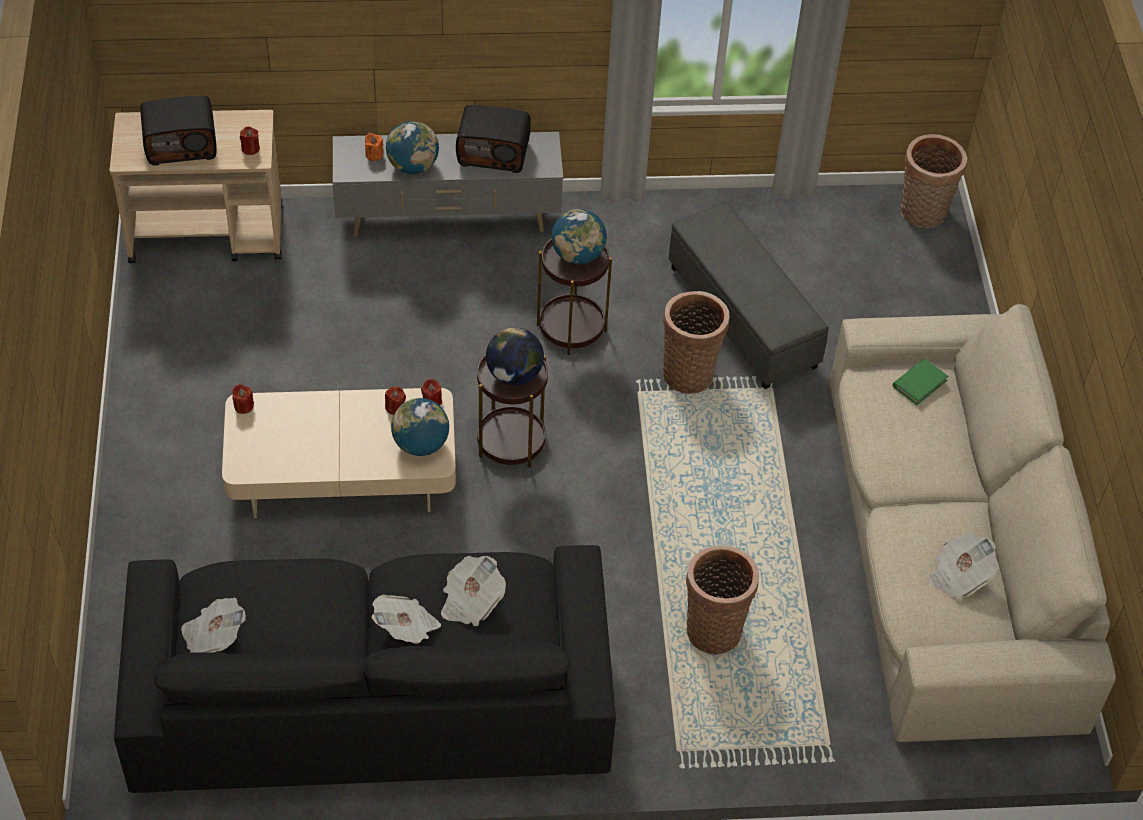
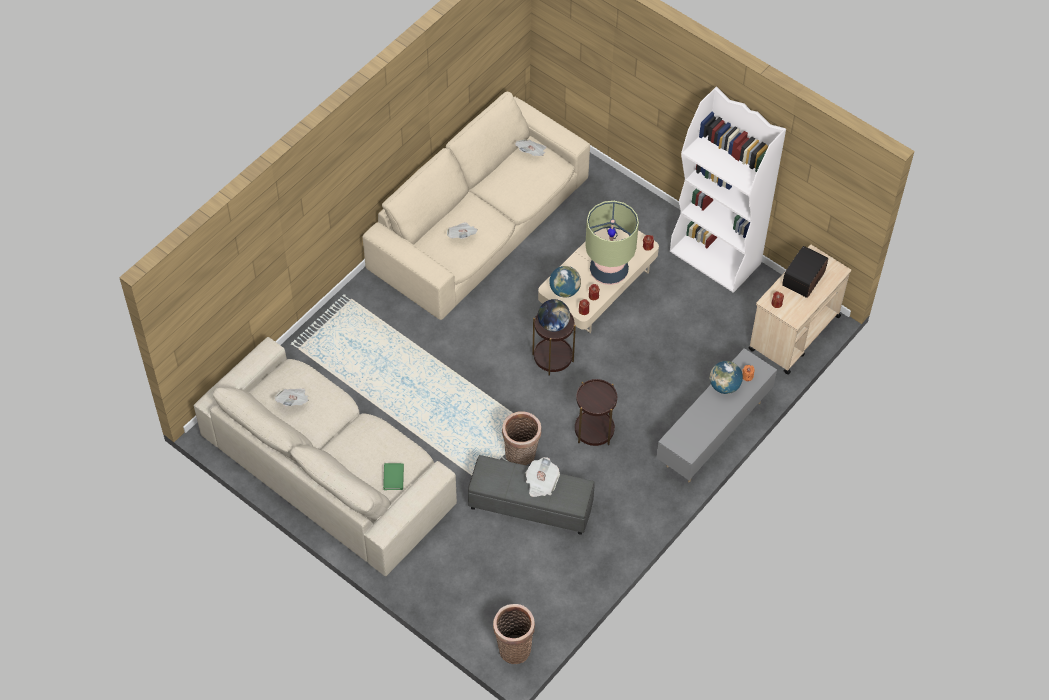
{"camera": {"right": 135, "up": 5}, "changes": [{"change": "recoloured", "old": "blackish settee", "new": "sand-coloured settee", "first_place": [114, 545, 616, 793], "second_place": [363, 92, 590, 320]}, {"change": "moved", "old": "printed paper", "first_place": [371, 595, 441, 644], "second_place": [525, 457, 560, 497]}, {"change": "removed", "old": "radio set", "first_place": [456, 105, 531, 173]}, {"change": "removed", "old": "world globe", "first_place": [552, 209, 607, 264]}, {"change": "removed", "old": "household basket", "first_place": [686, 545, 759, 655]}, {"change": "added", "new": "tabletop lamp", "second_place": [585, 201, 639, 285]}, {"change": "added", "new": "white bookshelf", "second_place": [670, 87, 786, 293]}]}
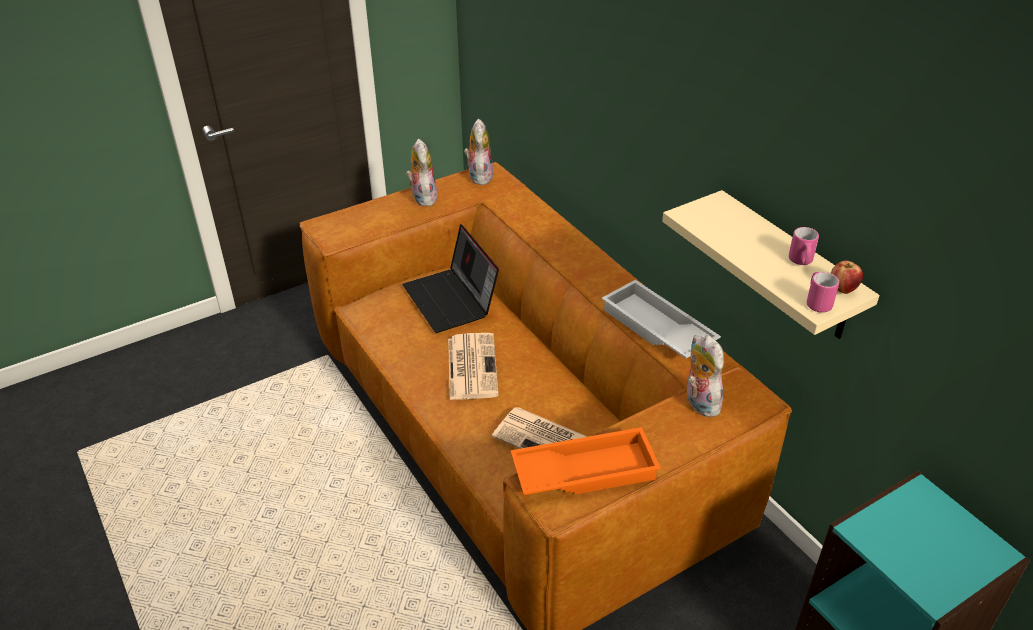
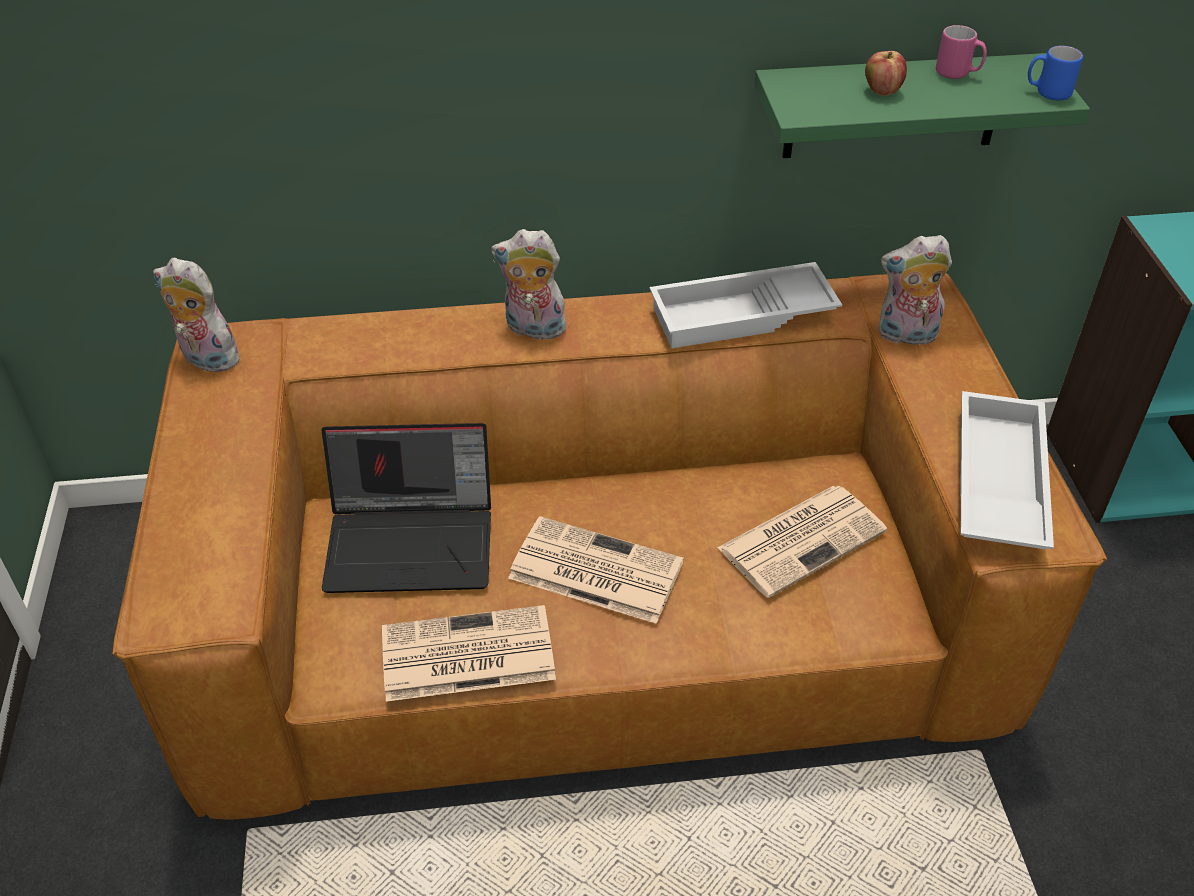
{"camera": {"right": -65, "up": 5}, "changes": [{"change": "moved", "old": "plush toy", "first_place": [406, 139, 439, 206], "second_place": [491, 229, 567, 340]}, {"change": "recoloured", "old": "orangey serving tray", "new": "white serving tray", "first_place": [510, 427, 661, 495], "second_place": [960, 391, 1054, 549]}, {"change": "recoloured", "old": "sand-coloured shelf", "new": "green-coloured shelf", "first_place": [662, 190, 879, 339], "second_place": [754, 53, 1090, 158]}, {"change": "recoloured", "old": "pink mug", "new": "blue-coloured mug", "first_place": [807, 272, 839, 313], "second_place": [1028, 46, 1083, 101]}, {"change": "moved", "old": "whole apple", "first_place": [831, 261, 863, 294], "second_place": [865, 51, 907, 96]}, {"change": "added", "new": "printed paper", "second_place": [382, 605, 556, 702]}]}
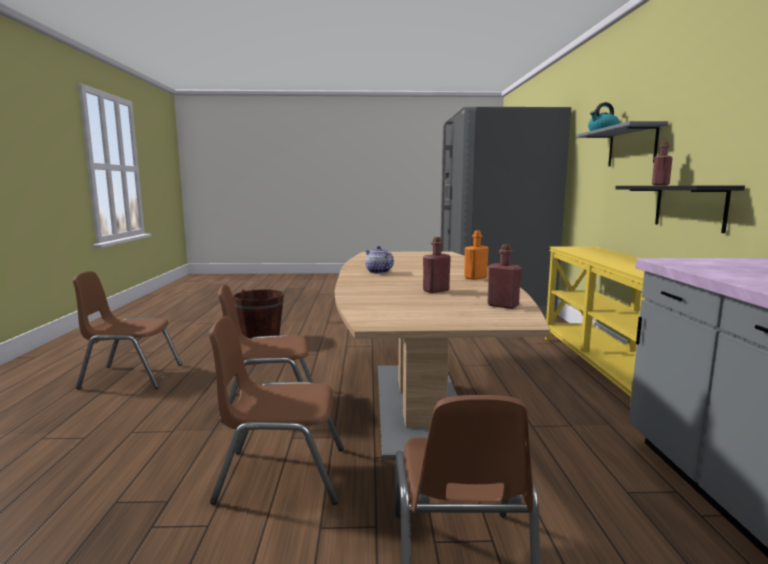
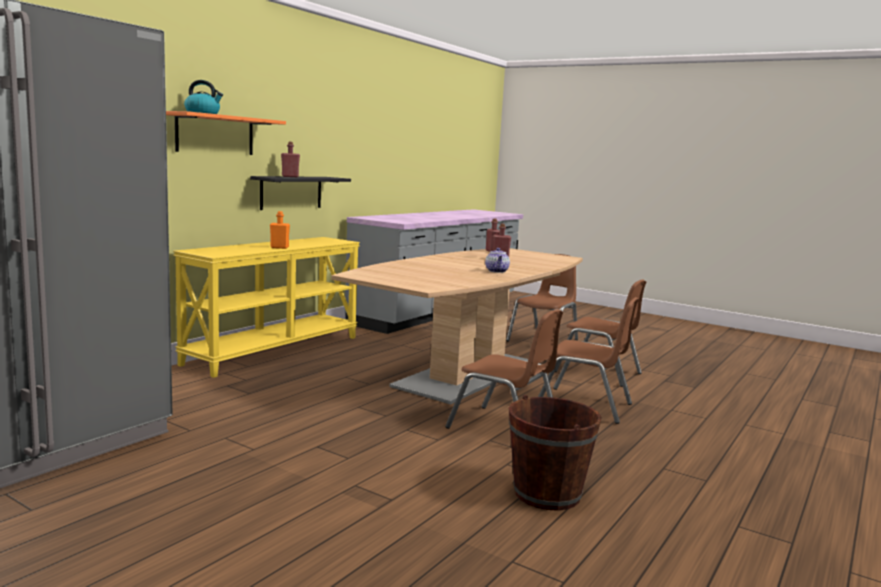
{"camera": {"right": -145, "up": 0}, "changes": [{"change": "moved", "old": "brownish chair", "first_place": [73, 271, 182, 390], "second_place": [445, 309, 563, 429]}, {"change": "moved", "old": "orangey drink bottle", "first_place": [464, 231, 489, 280], "second_place": [270, 211, 290, 249]}, {"change": "recoloured", "old": "greyish shelf", "new": "orangey shelf", "first_place": [575, 121, 668, 166], "second_place": [166, 111, 286, 155]}]}
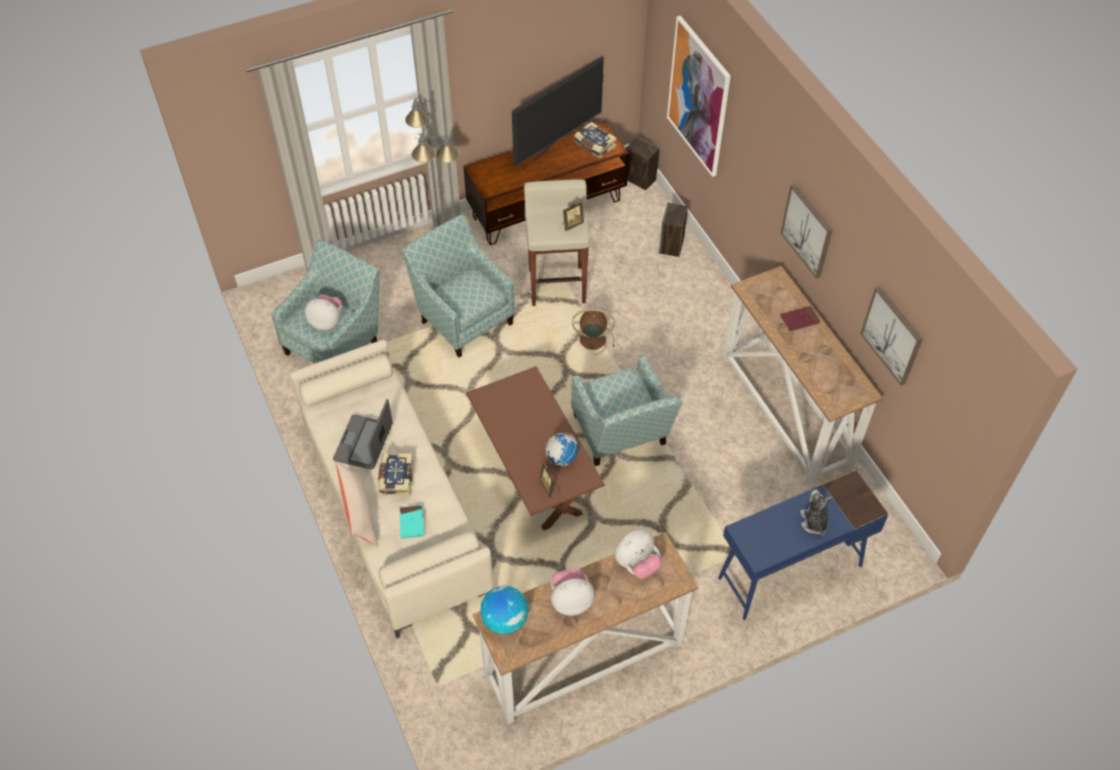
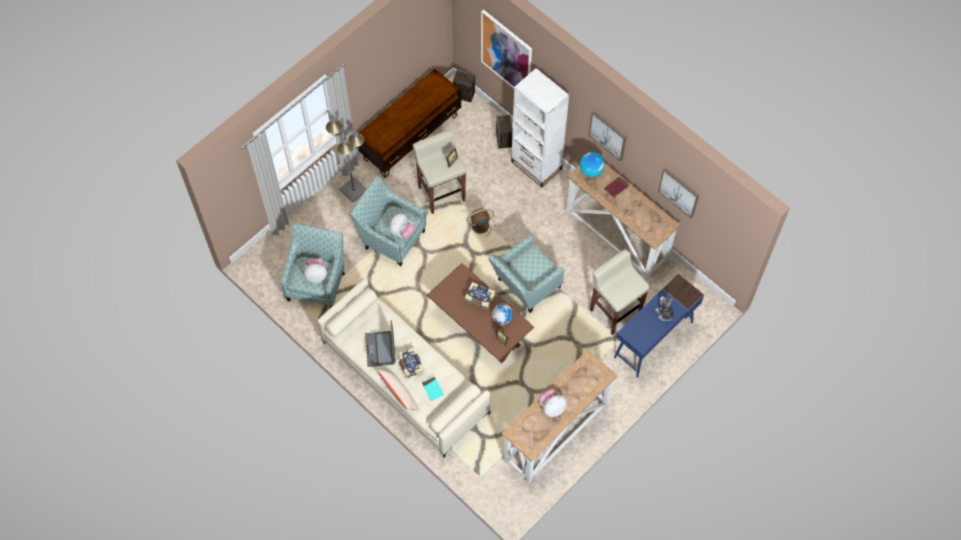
{"camera": {"right": -20, "up": 10}, "changes": [{"change": "moved", "old": "world globe", "first_place": [480, 585, 528, 634], "second_place": [580, 152, 605, 177]}, {"change": "removed", "old": "television", "first_place": [512, 56, 604, 167]}, {"change": "turned", "old": "easy chair", "first_place": [571, 355, 682, 466], "second_place": [488, 235, 564, 313], "degrees": 90}, {"change": "moved", "old": "volume", "first_place": [575, 122, 617, 159], "second_place": [465, 282, 495, 309]}, {"change": "moved", "old": "plush toy", "first_place": [614, 530, 662, 579], "second_place": [389, 213, 415, 239]}, {"change": "added", "new": "white bookshelf", "second_place": [511, 68, 569, 187]}, {"change": "added", "new": "sand-coloured sitting stool", "second_place": [590, 249, 650, 335]}]}
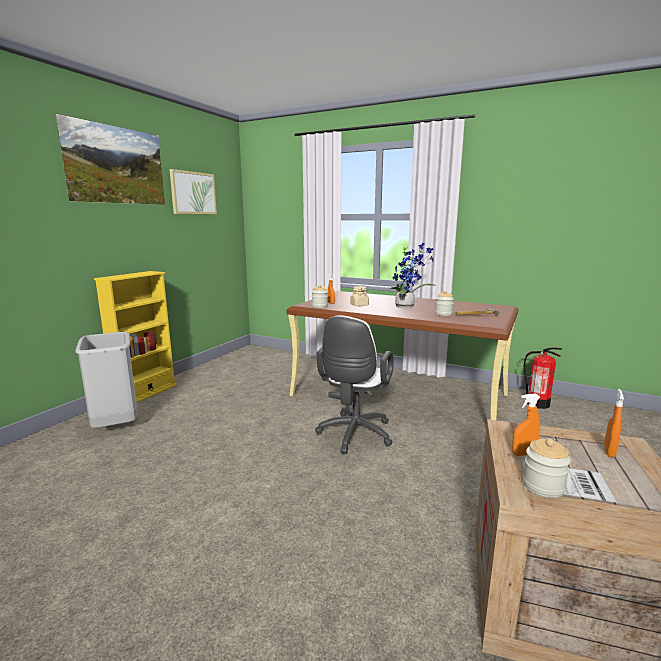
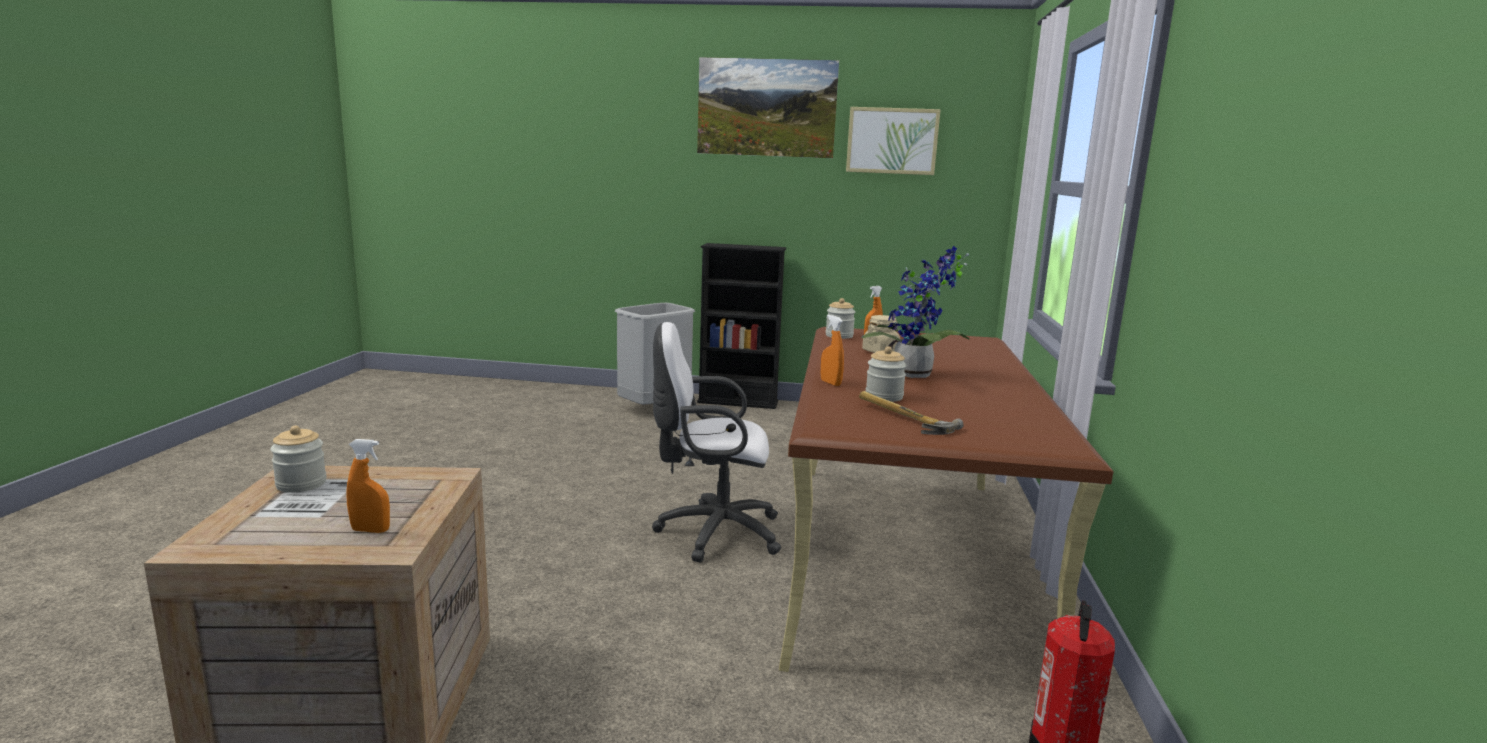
{"camera": {"right": 70, "up": 0}, "changes": [{"change": "recoloured", "old": "yellowish bookshelf", "new": "blackish bookshelf", "first_place": [94, 271, 177, 403], "second_place": [697, 243, 786, 409]}, {"change": "moved", "old": "orangey spray bottle", "first_place": [512, 394, 540, 456], "second_place": [821, 315, 844, 386]}]}
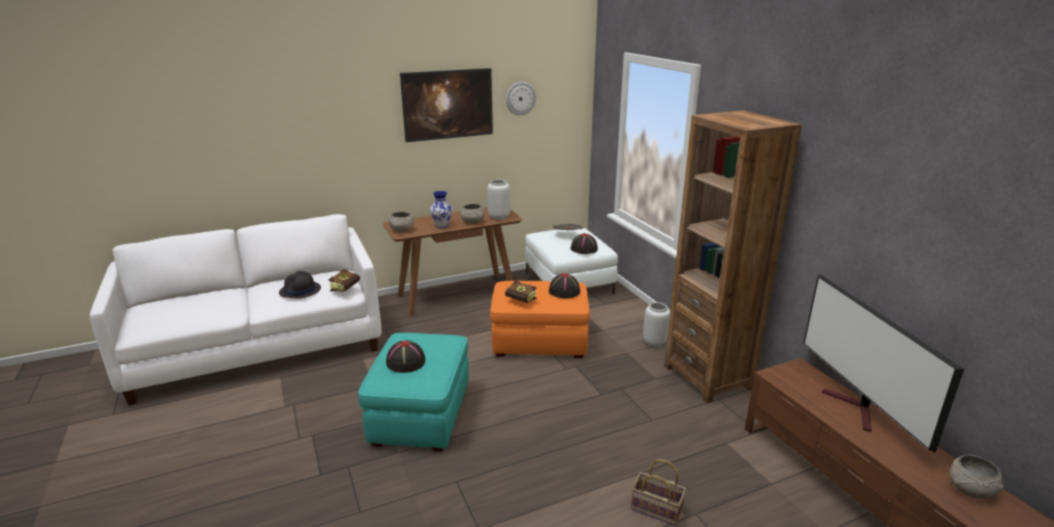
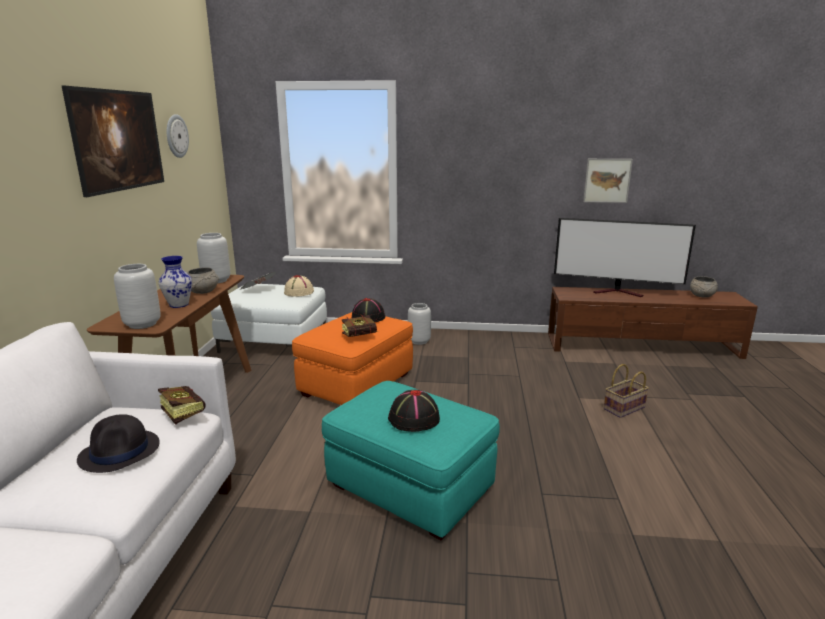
{"camera": {"right": -60, "up": -5}, "changes": [{"change": "replaced", "old": "greyish serving bowl", "new": "greyish decorative vase", "first_place": [389, 212, 414, 232], "second_place": [114, 264, 161, 329]}, {"change": "recoloured", "old": "blackish clothing hat", "new": "sand-coloured clothing hat", "first_place": [571, 233, 598, 254], "second_place": [284, 275, 314, 297]}, {"change": "removed", "old": "brownish bookshelf", "first_place": [664, 110, 802, 403]}, {"change": "added", "new": "picture", "second_place": [583, 159, 633, 203]}]}
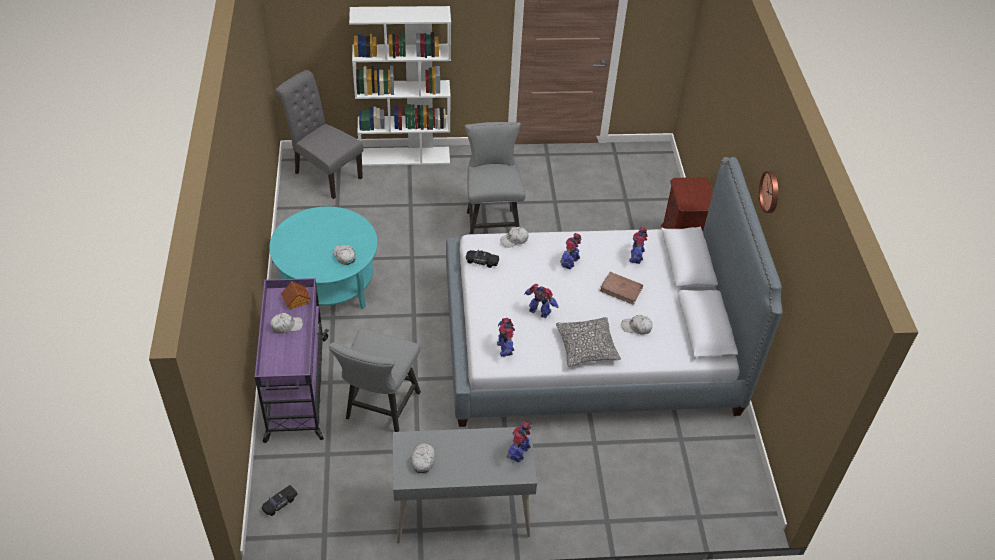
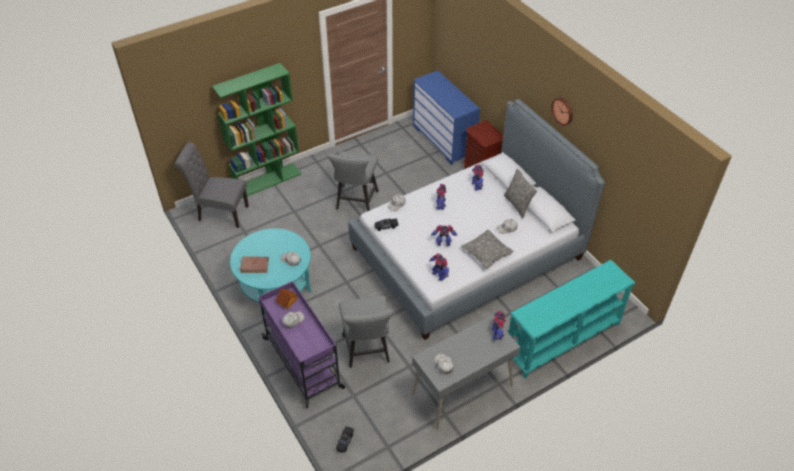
{"camera": {"right": -25, "up": 0}, "changes": [{"change": "recoloured", "old": "white bookshelf", "new": "green-coloured bookshelf", "first_place": [349, 6, 451, 166], "second_place": [212, 63, 302, 199]}, {"change": "turned", "old": "greyish chair", "first_place": [464, 122, 526, 234], "second_place": [327, 151, 379, 211], "degrees": -135}, {"change": "moved", "old": "brownish volume", "first_place": [600, 272, 643, 305], "second_place": [240, 257, 269, 273]}, {"change": "added", "new": "blue-coloured chest of drawers", "second_place": [413, 71, 480, 165]}, {"change": "added", "new": "throw pillow", "second_place": [504, 169, 537, 218]}, {"change": "added", "new": "turquoise-coloured hall table", "second_place": [508, 260, 635, 378]}]}
